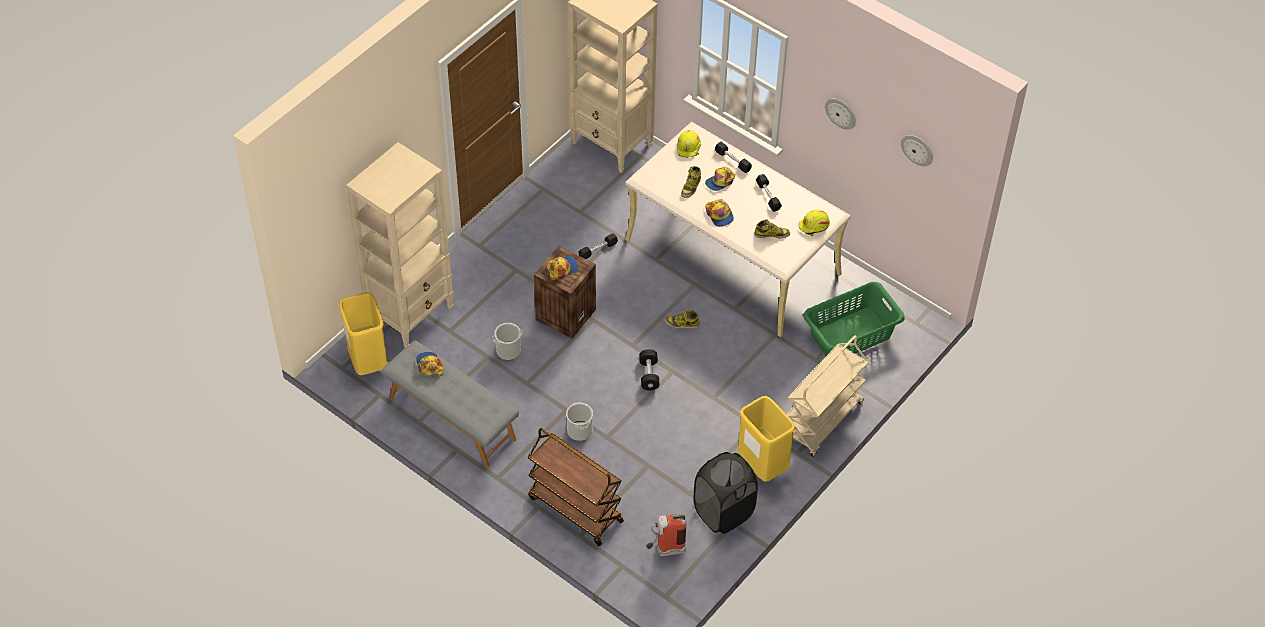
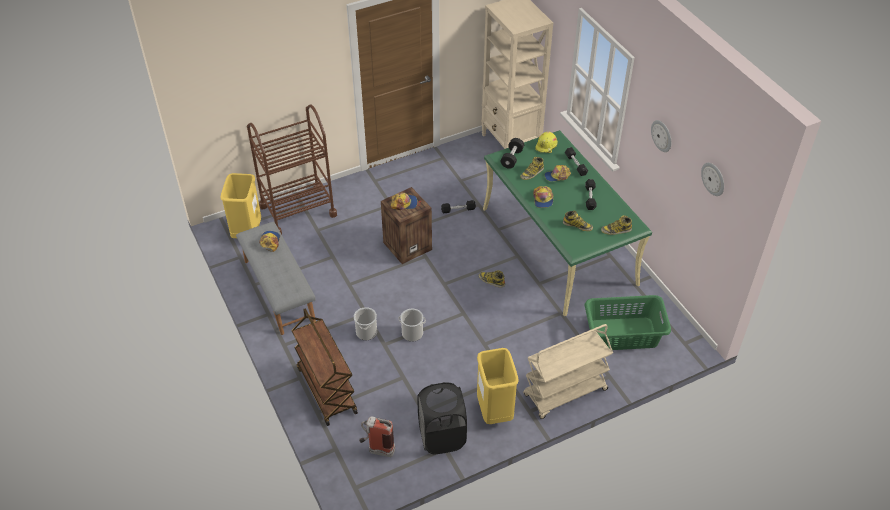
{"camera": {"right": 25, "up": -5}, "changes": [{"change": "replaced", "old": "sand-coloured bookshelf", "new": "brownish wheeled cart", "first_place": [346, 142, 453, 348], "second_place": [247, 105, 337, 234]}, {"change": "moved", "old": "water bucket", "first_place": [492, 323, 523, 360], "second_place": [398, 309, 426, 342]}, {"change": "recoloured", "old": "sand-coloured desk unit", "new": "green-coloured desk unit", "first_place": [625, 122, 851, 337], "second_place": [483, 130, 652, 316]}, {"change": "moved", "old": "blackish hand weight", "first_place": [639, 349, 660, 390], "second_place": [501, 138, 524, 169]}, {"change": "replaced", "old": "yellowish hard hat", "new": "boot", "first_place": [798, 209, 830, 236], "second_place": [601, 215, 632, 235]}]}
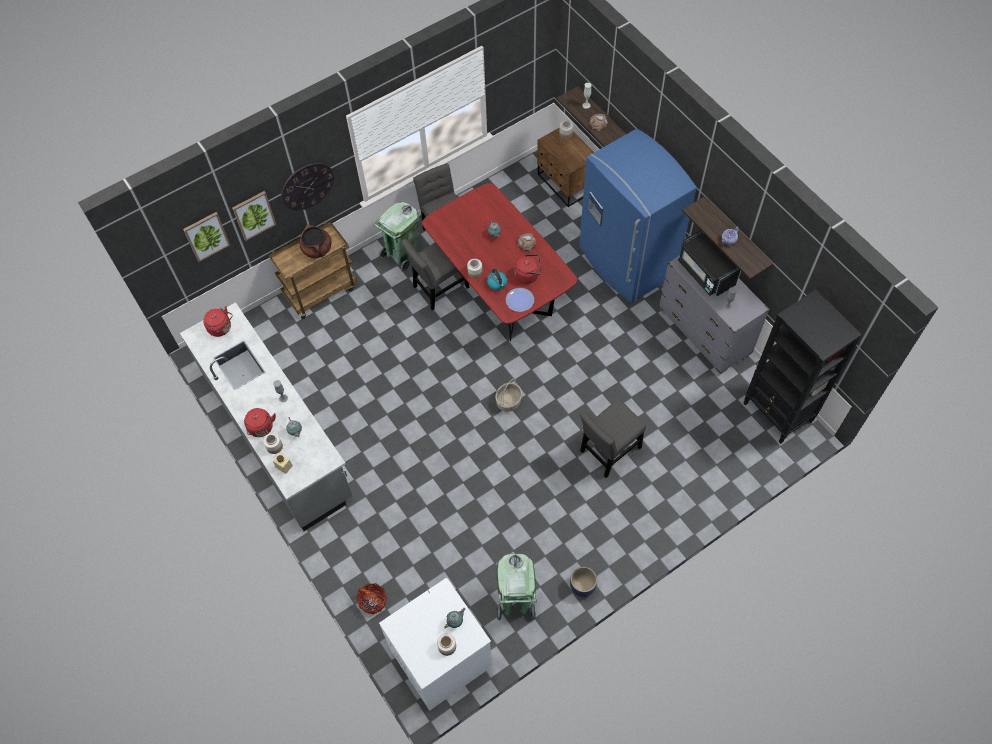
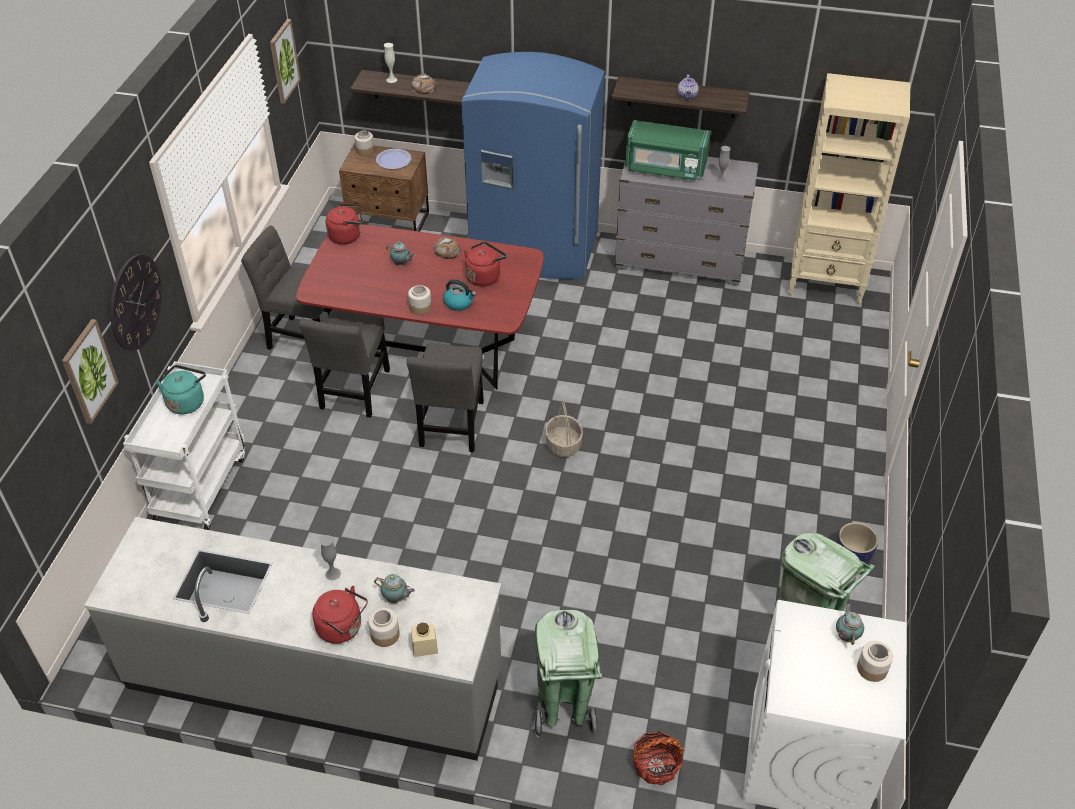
{"camera": {"right": -45, "up": -15}, "changes": [{"change": "moved", "old": "picture", "first_place": [183, 212, 230, 262], "second_place": [270, 19, 301, 104]}, {"change": "moved", "old": "red tea kettle", "first_place": [203, 306, 232, 337], "second_place": [326, 204, 362, 245]}, {"change": "recoloured", "old": "brownish wheeled cart", "new": "white wheeled cart", "first_place": [269, 221, 357, 319], "second_place": [123, 361, 245, 530]}, {"change": "replaced", "old": "brownish saucepot", "new": "turquoise-coloured tea kettle", "first_place": [299, 224, 332, 258], "second_place": [156, 365, 206, 414]}, {"change": "moved", "old": "green-coloured waste bin", "first_place": [373, 202, 420, 272], "second_place": [535, 609, 603, 737]}, {"change": "moved", "old": "plate", "first_place": [506, 288, 534, 312], "second_place": [376, 149, 412, 169]}, {"change": "moved", "old": "greyish chair", "first_place": [580, 400, 646, 478], "second_place": [407, 343, 484, 452]}, {"change": "recoloured", "old": "blackish kitchen microwave", "new": "green-coloured kitchen microwave", "first_place": [678, 230, 740, 297], "second_place": [625, 120, 711, 181]}, {"change": "recoloured", "old": "blackish bookshelf", "new": "sand-coloured bookshelf", "first_place": [744, 290, 862, 444], "second_place": [788, 73, 910, 306]}]}
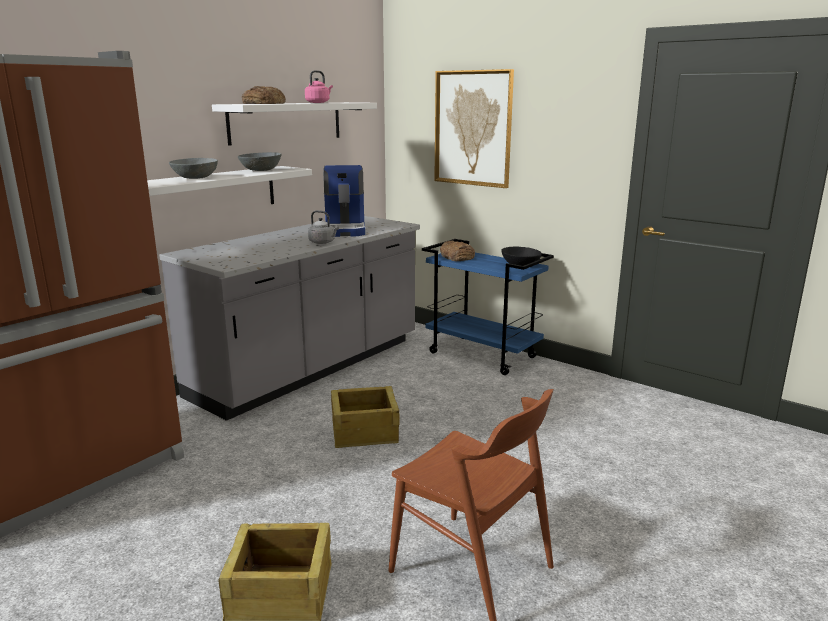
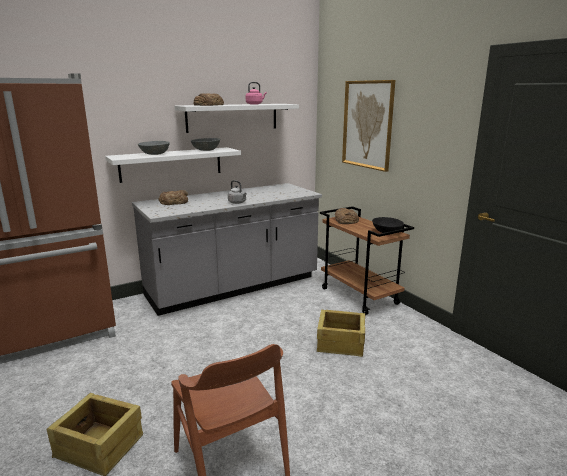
{"camera": {"right": 20, "up": 0}, "changes": [{"change": "removed", "old": "coffee brewer", "first_place": [323, 165, 365, 237]}, {"change": "moved", "old": "packing crate", "first_place": [331, 386, 399, 448], "second_place": [317, 310, 365, 357]}, {"change": "recoloured", "old": "blue-coloured wheeled cart", "new": "brownish wheeled cart", "first_place": [422, 239, 554, 375], "second_place": [320, 206, 414, 315]}, {"change": "added", "new": "bakery bread", "second_place": [158, 190, 188, 205]}]}
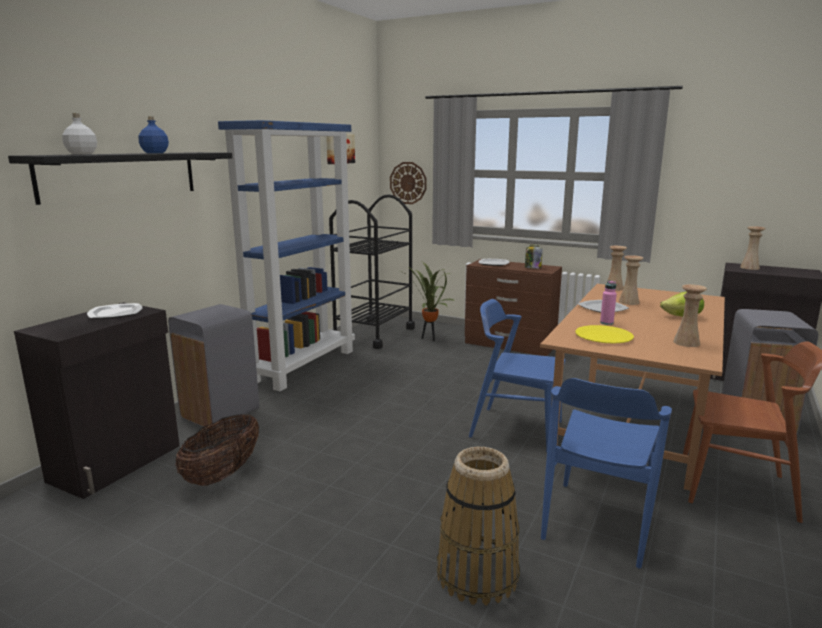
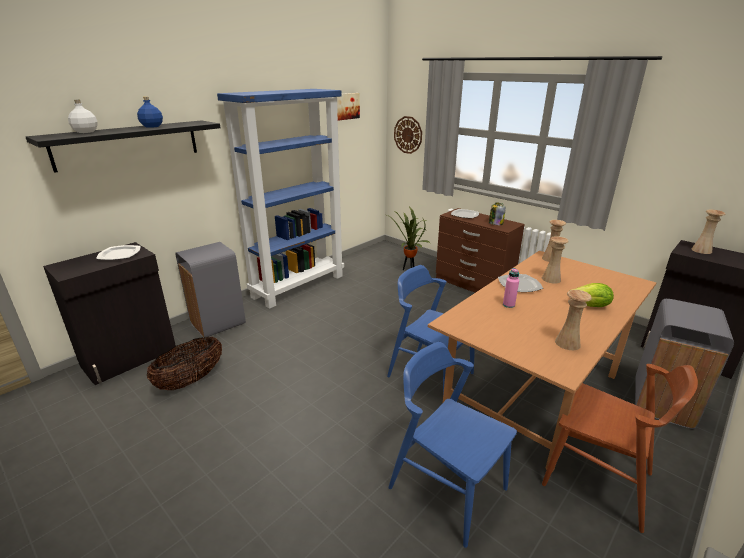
{"camera": {"right": 15, "up": 10}, "changes": [{"change": "removed", "old": "blackish wheeled cart", "first_place": [329, 194, 415, 349]}, {"change": "removed", "old": "household basket", "first_place": [437, 447, 520, 605]}, {"change": "turned", "old": "blue-coloured chair", "first_place": [541, 378, 672, 569], "second_place": [388, 342, 517, 548], "degrees": 90}, {"change": "removed", "old": "yellowish plate", "first_place": [575, 325, 634, 344]}]}
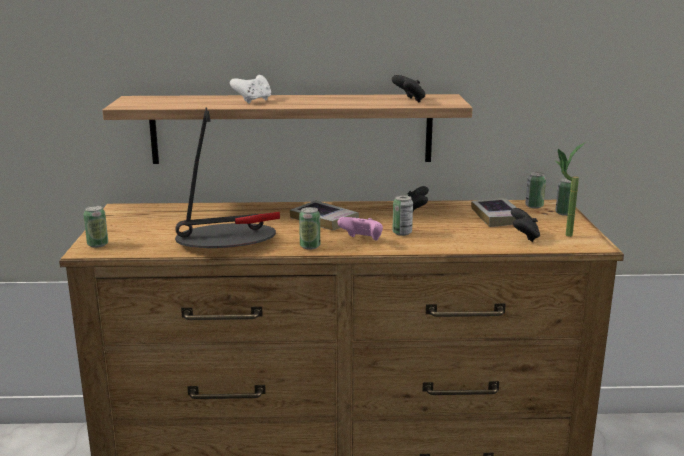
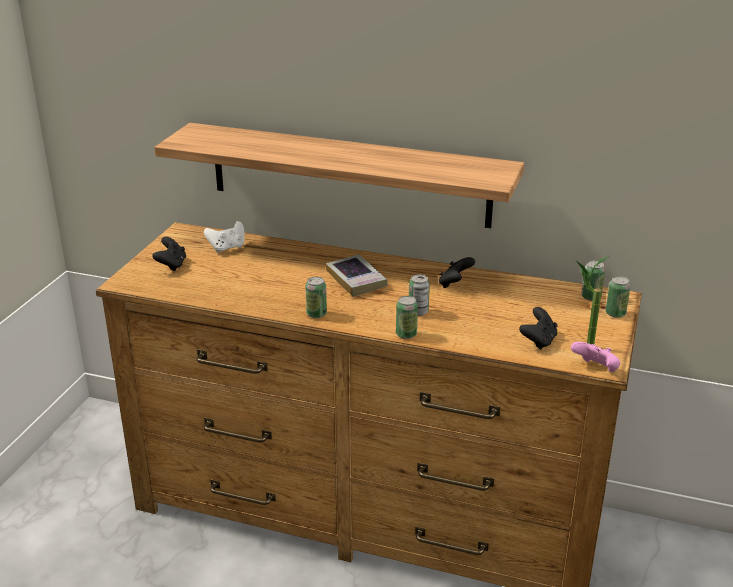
{"camera": {"right": 20, "up": 10}, "changes": [{"change": "moved", "old": "can", "first_place": [83, 205, 108, 248], "second_place": [396, 296, 418, 339]}, {"change": "removed", "old": "tabletop lamp", "first_place": [175, 107, 280, 248]}, {"change": "moved", "old": "white game controller", "first_place": [230, 75, 271, 103], "second_place": [204, 221, 245, 253]}, {"change": "moved", "old": "pink game controller", "first_place": [337, 217, 383, 241], "second_place": [571, 342, 620, 372]}, {"change": "moved", "old": "blackish game controller", "first_place": [392, 75, 425, 102], "second_place": [152, 237, 186, 271]}, {"change": "removed", "old": "volume", "first_place": [471, 198, 517, 227]}]}
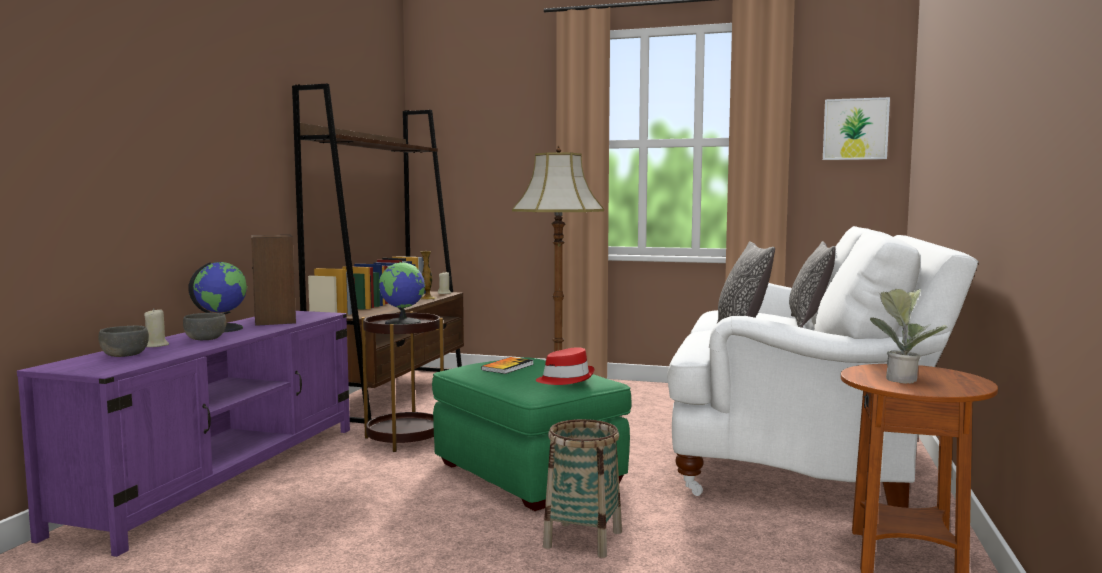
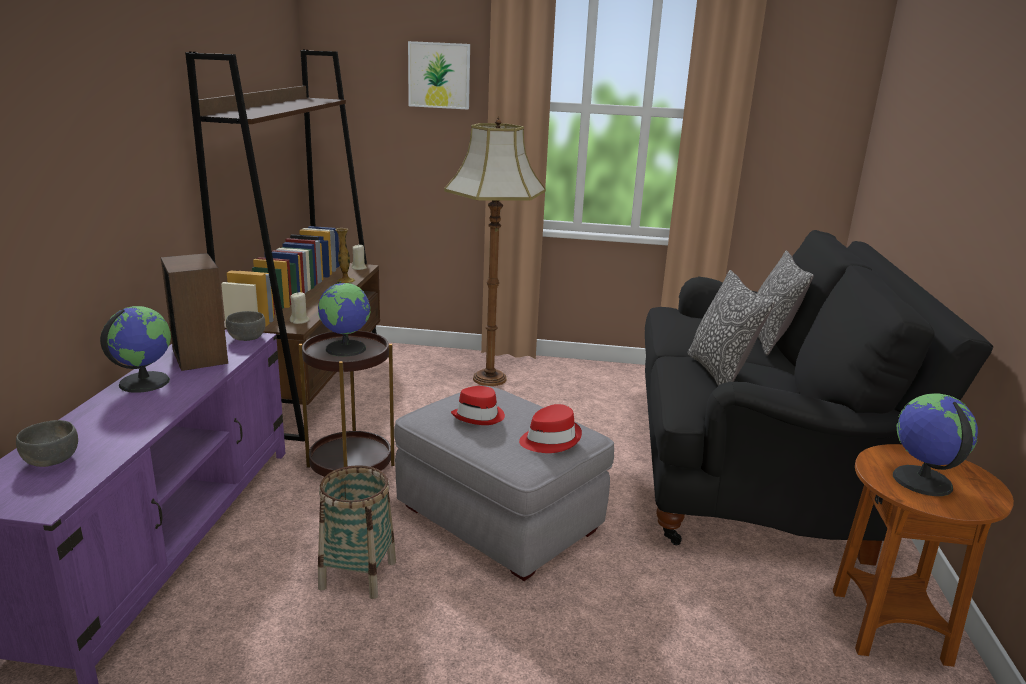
{"camera": {"right": -10, "up": 15}, "changes": [{"change": "moved", "old": "sand-coloured wax candle", "first_place": [144, 308, 169, 347], "second_place": [290, 292, 310, 324]}, {"change": "moved", "old": "greyish serving bowl", "first_place": [183, 313, 226, 340], "second_place": [226, 311, 265, 341]}, {"change": "recoloured", "old": "green-coloured ottoman", "new": "greyish ottoman", "first_place": [432, 357, 632, 511], "second_place": [394, 385, 614, 581]}, {"change": "replaced", "old": "volume", "new": "red clothing hat", "first_place": [481, 357, 534, 374], "second_place": [451, 386, 505, 425]}, {"change": "moved", "old": "household basket", "first_place": [543, 419, 622, 558], "second_place": [318, 465, 396, 599]}, {"change": "recoloured", "old": "white settee", "new": "blackish settee", "first_place": [667, 226, 978, 508], "second_place": [645, 230, 993, 566]}, {"change": "moved", "old": "picture", "first_place": [823, 97, 890, 160], "second_place": [408, 41, 470, 110]}, {"change": "replaced", "old": "potted plant", "new": "world globe", "first_place": [870, 289, 948, 384], "second_place": [893, 393, 978, 496]}]}
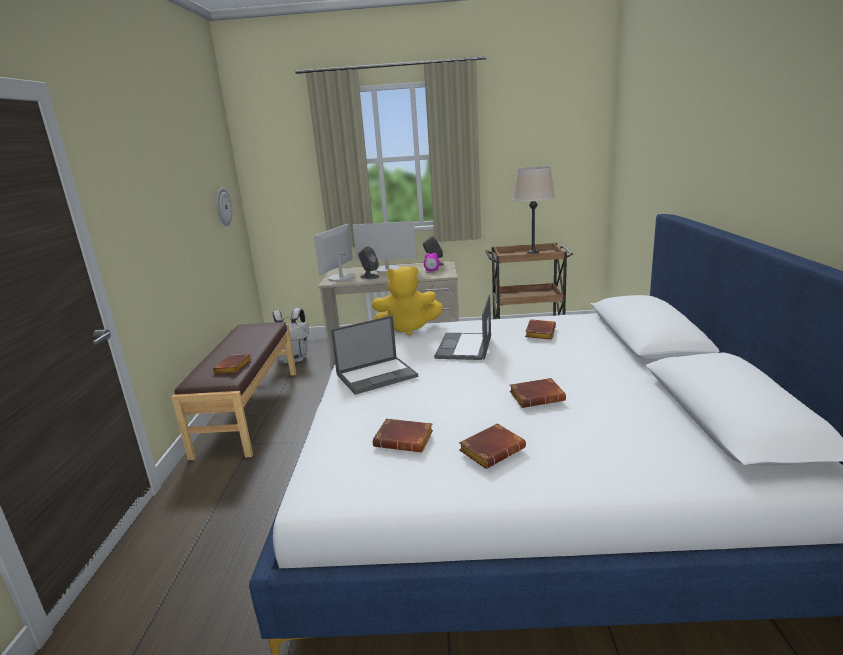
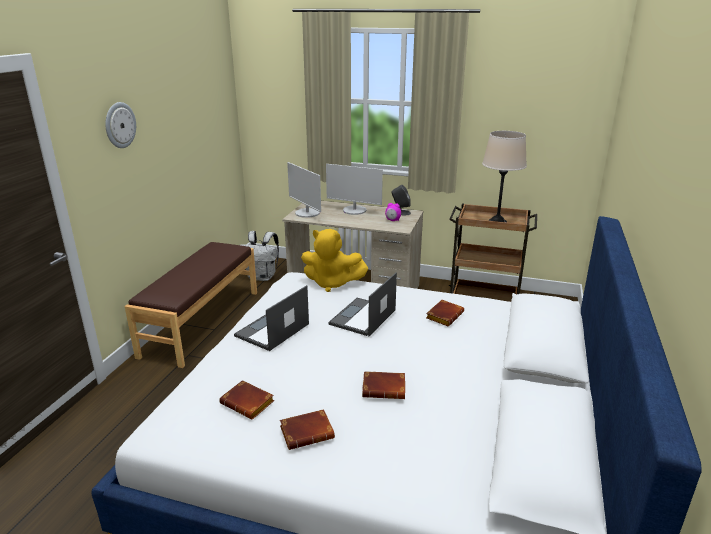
{"camera": {"right": 15, "up": 5}, "changes": [{"change": "removed", "old": "brownish volume", "first_place": [213, 354, 252, 373]}, {"change": "moved", "old": "clock on the wall", "first_place": [216, 188, 232, 226], "second_place": [105, 102, 136, 148]}, {"change": "turned", "old": "computer screen", "first_place": [314, 224, 354, 282], "second_place": [287, 162, 321, 218], "degrees": -75}, {"change": "turned", "old": "notebook computer", "first_place": [331, 316, 418, 395], "second_place": [234, 285, 309, 351], "degrees": 135}, {"change": "removed", "old": "greyish speaker", "first_place": [358, 246, 379, 279]}]}
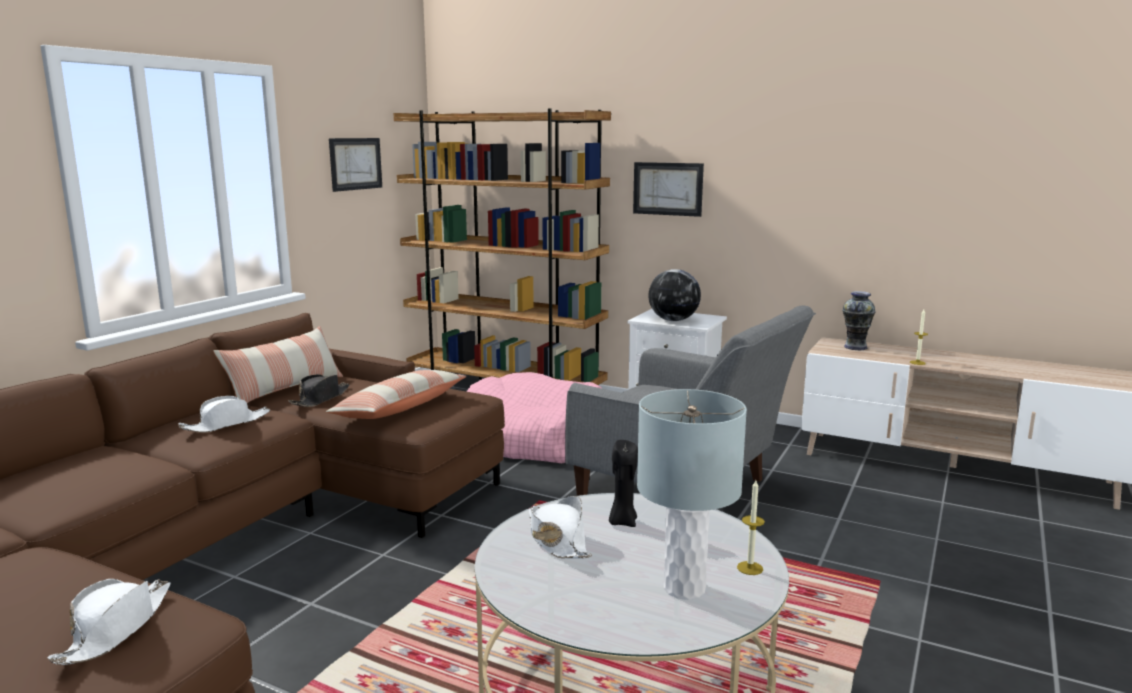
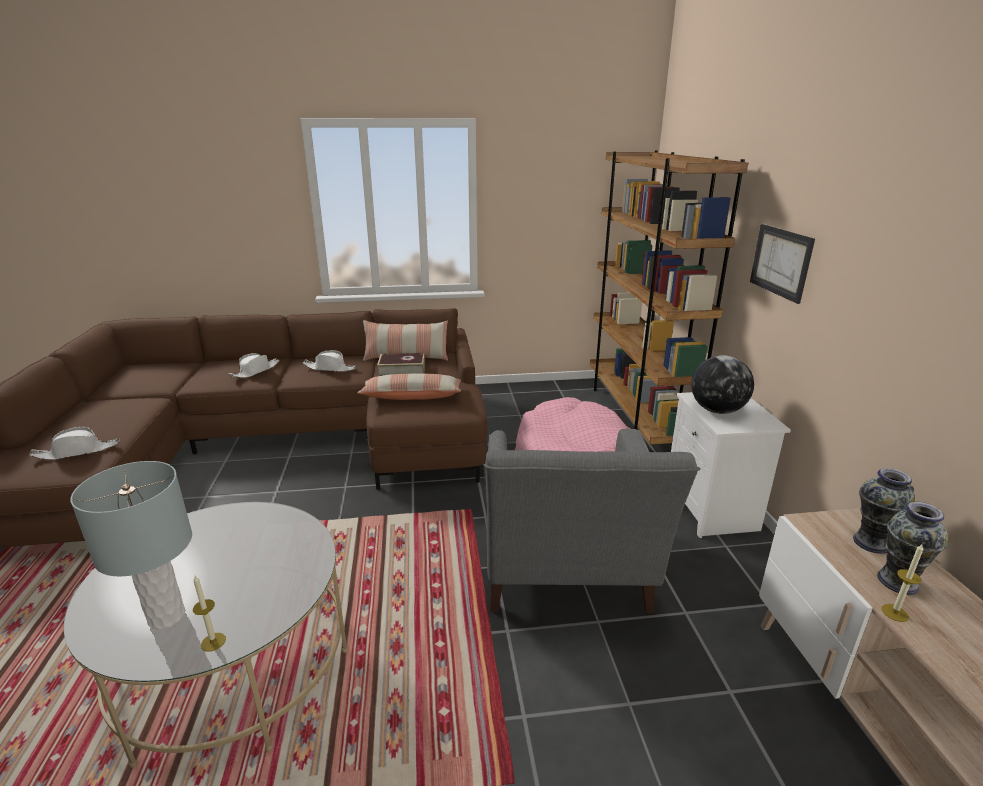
{"camera": {"right": 55, "up": 10}, "changes": [{"change": "replaced", "old": "blackish clothing hat", "new": "volume", "first_place": [289, 374, 350, 407], "second_place": [377, 353, 425, 376]}, {"change": "removed", "old": "picture", "first_place": [329, 138, 382, 192]}, {"change": "moved", "old": "white clothing hat", "first_place": [529, 496, 592, 559], "second_place": [229, 353, 279, 378]}, {"change": "removed", "old": "blackish wax candle", "first_place": [609, 440, 638, 527]}, {"change": "added", "new": "decorative vase", "second_place": [877, 502, 948, 595]}]}
